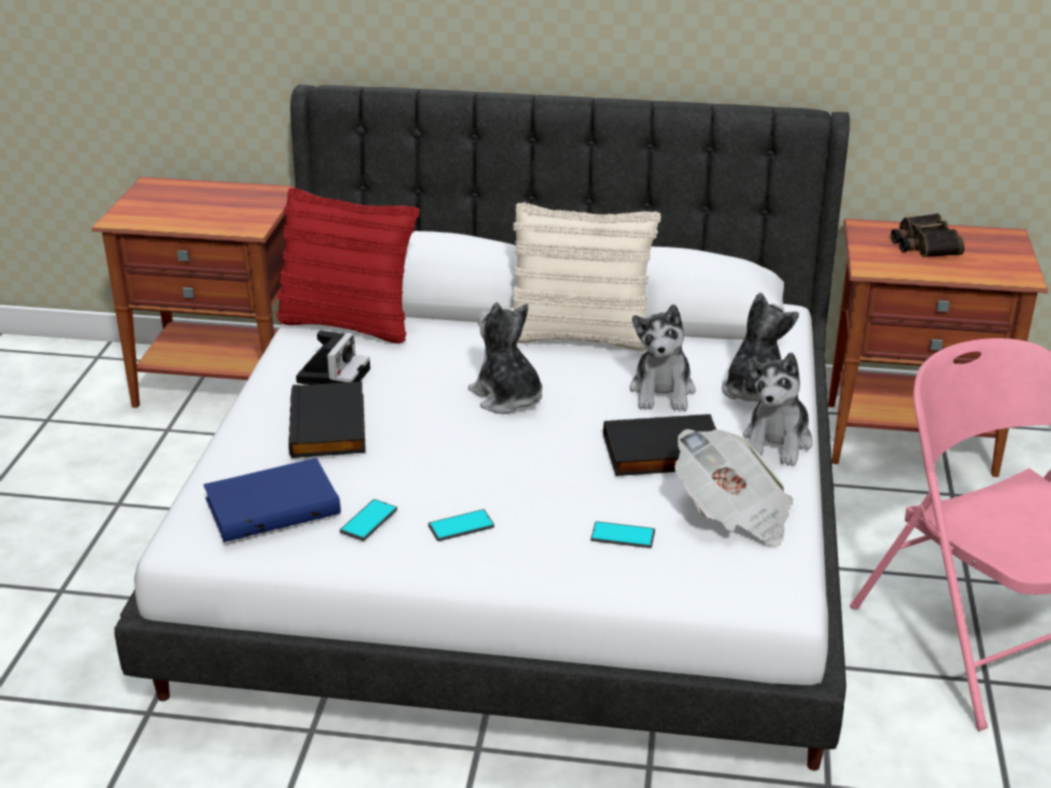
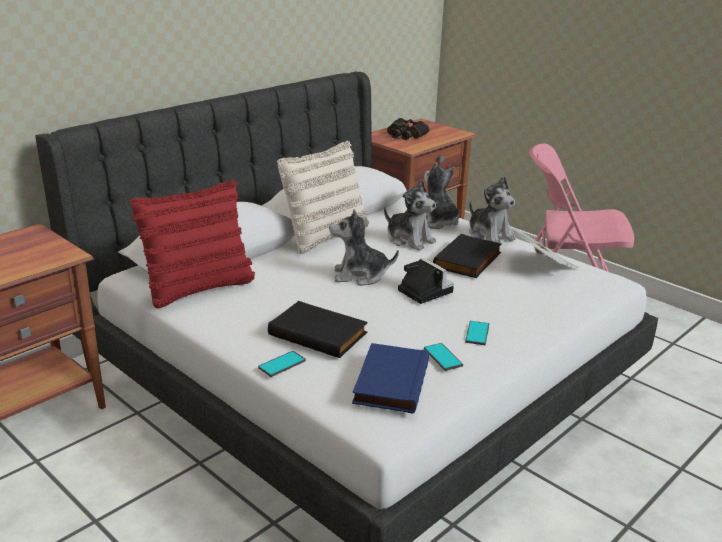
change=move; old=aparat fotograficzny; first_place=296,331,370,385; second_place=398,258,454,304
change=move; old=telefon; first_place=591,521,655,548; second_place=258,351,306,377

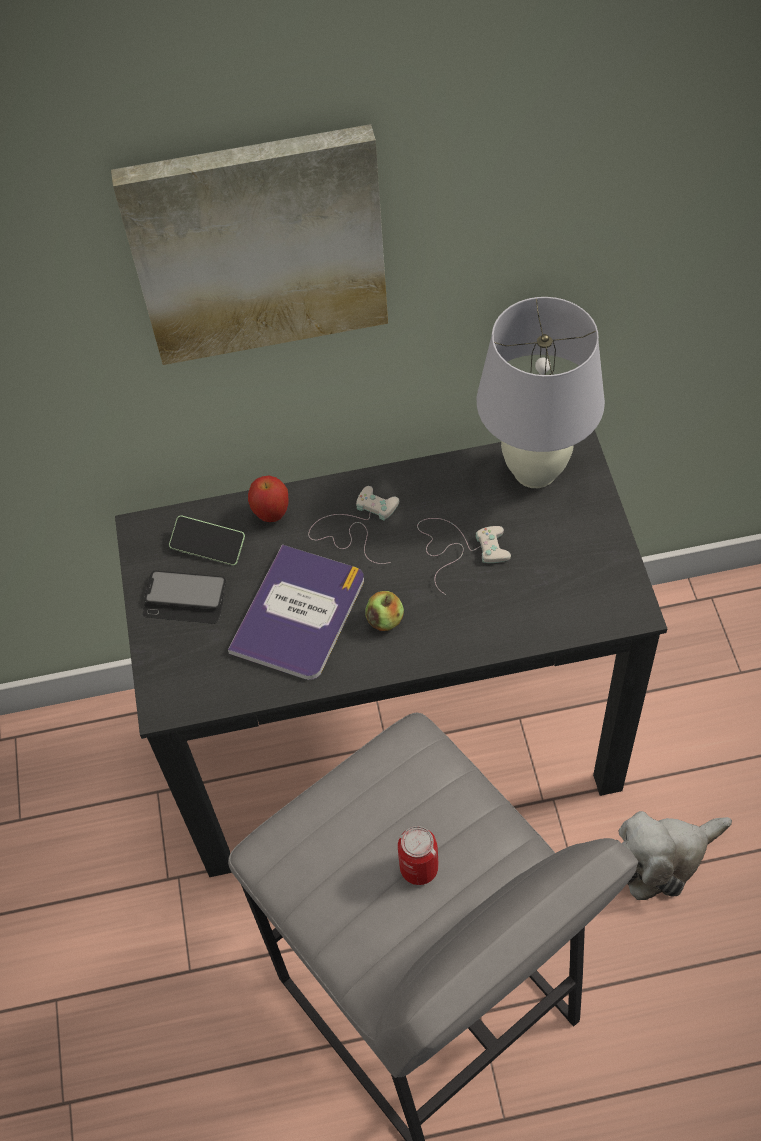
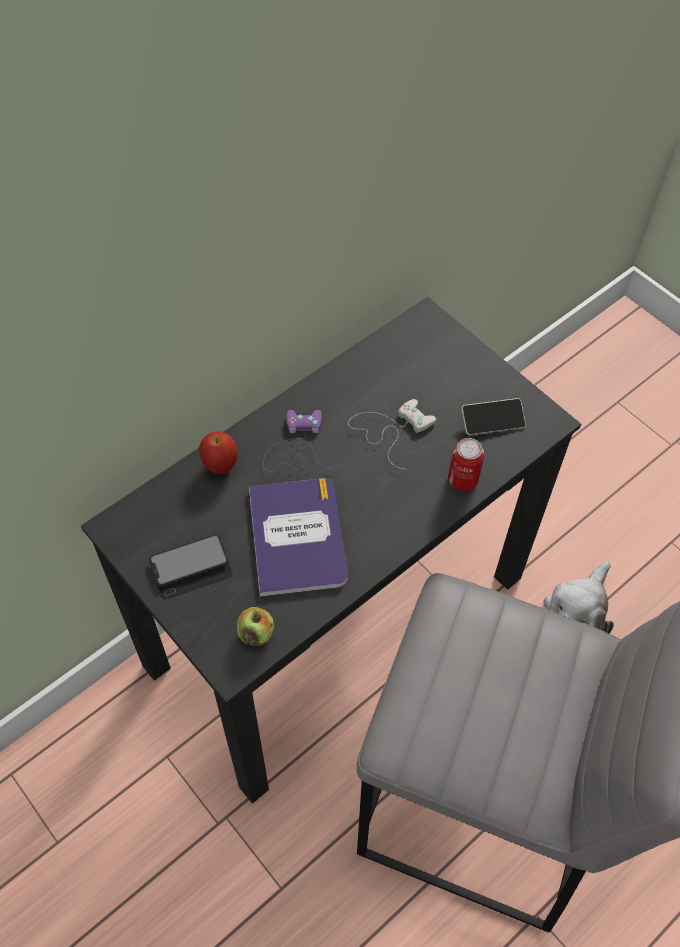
change=delete; old=obraz; first_place=111,124,388,365
change=delete; old=lampa stołowa/biały; first_place=477,297,605,488
change=move; old=telefon; first_place=169,515,245,566; second_place=461,398,526,435
change=move; old=jabłko; first_place=365,591,404,631; second_place=237,607,274,646
change=move; old=puszka; first_place=398,826,439,885; second_place=448,438,484,491
change=recolor; old=pad do gier/biały; new=pad do gier/fioletowy; first_place=308,486,399,564; second_place=263,410,346,472

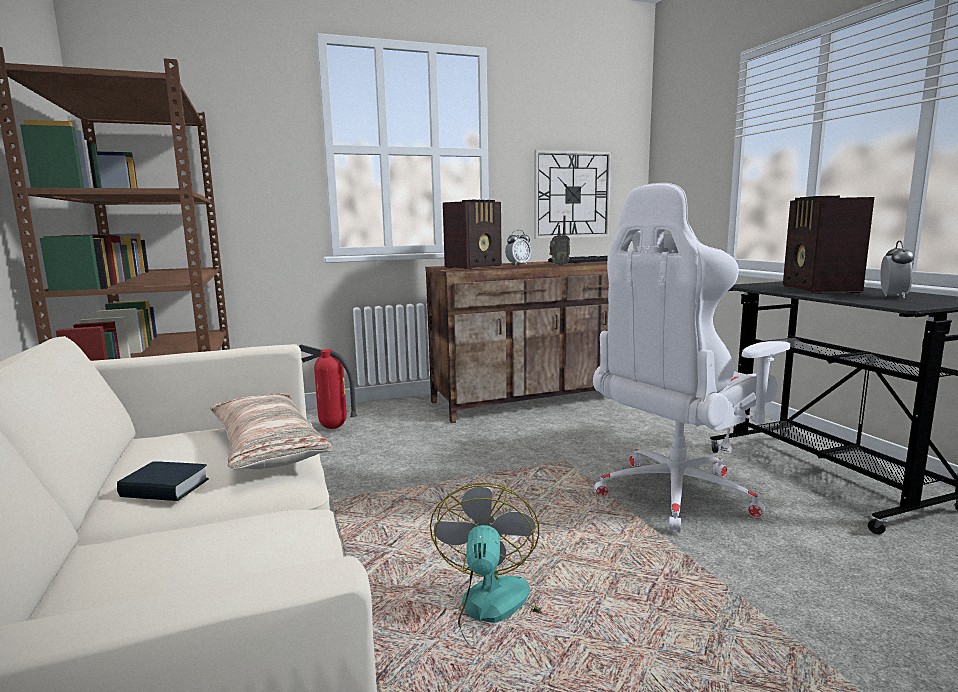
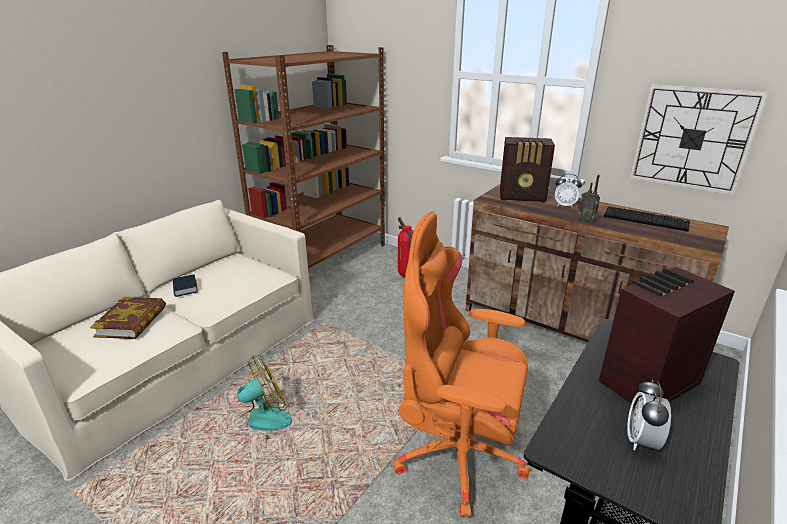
change=delete; old=poduszka; first_place=210,393,333,470
change=insert; new=książka; second_place=90,296,166,339
change=recolor; old=krzesło biurowe/biały; new=krzesło biurowe/pomarańczowy; first_place=593,183,790,533; second_place=393,211,530,517
change=rotate; old=budzik; first_place=880,241,914,298; second_place=627,380,671,450; degrees=120

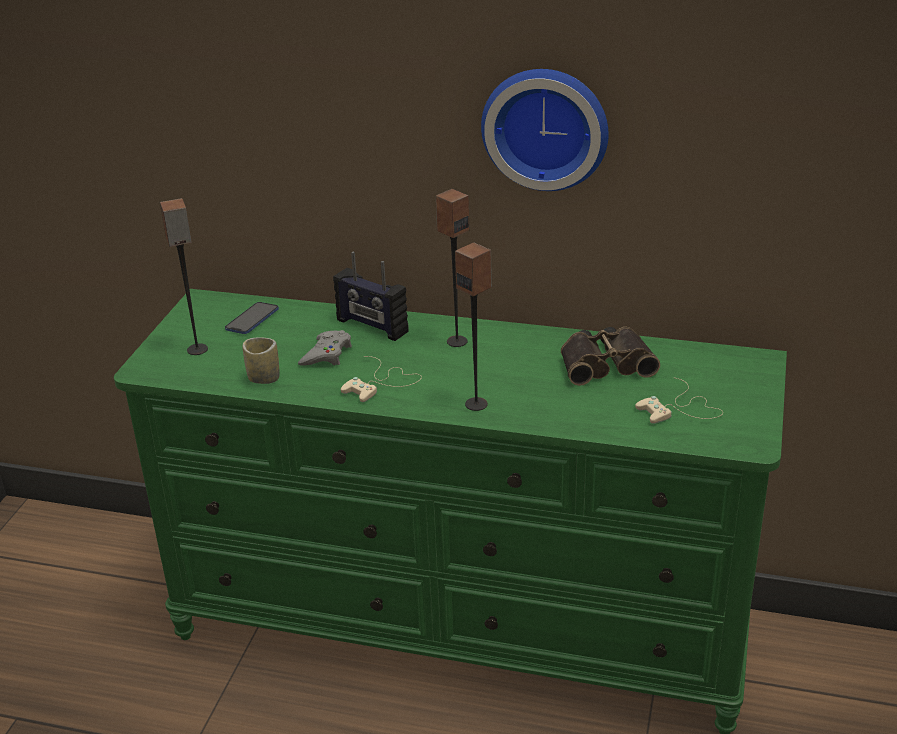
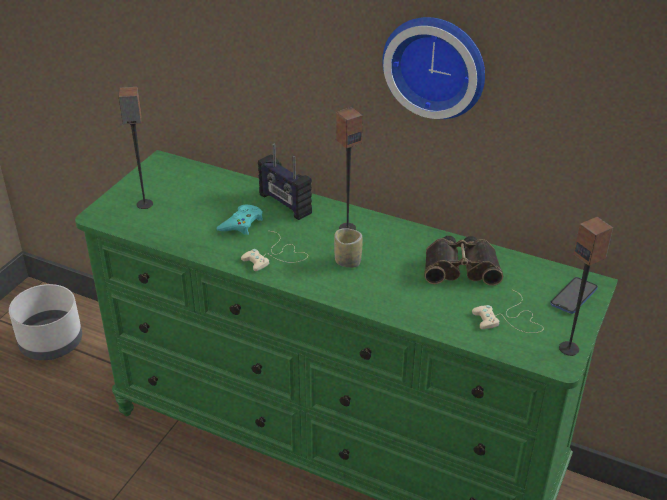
change=insert; new=donica/szary; second_place=9,284,82,360
change=move; old=telefon; first_place=225,302,279,334; second_place=550,277,598,314
change=move; old=filiżanka; first_place=243,337,279,384; second_place=334,228,363,268
change=move; old=głośnik; first_place=455,242,492,411; second_place=559,217,613,356
change=recolor; old=pad do gier/szary; new=pad do gier/turkusowy; first_place=298,330,352,366; second_place=216,205,263,235

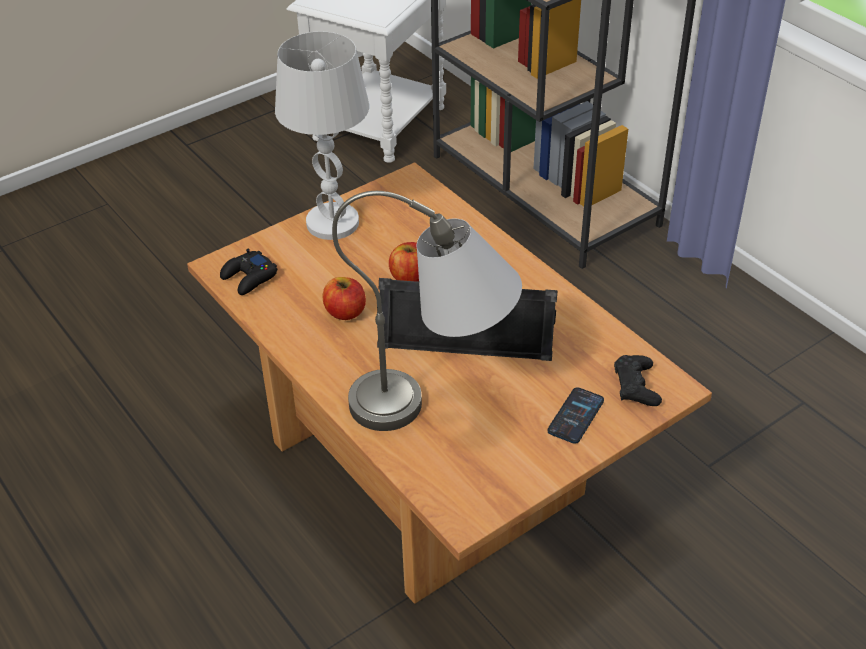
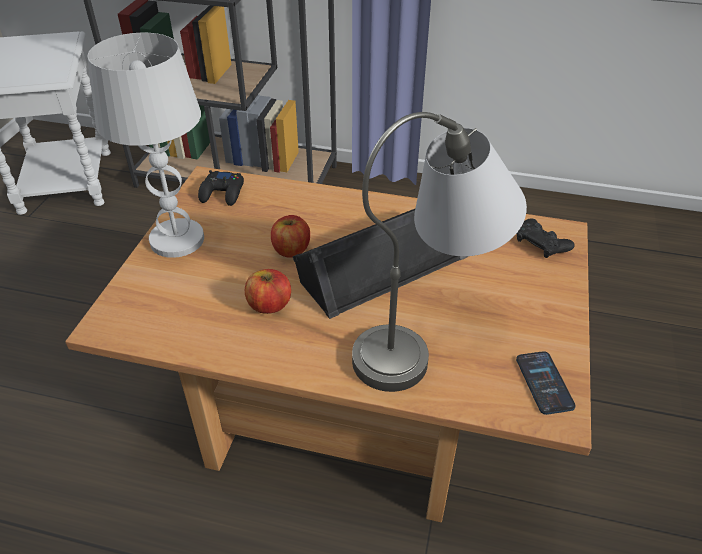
change=move; old=pad do gier/czarny; first_place=220,249,278,295; second_place=198,170,244,206
change=move; old=telefon; first_place=548,387,604,444; second_place=516,351,576,415

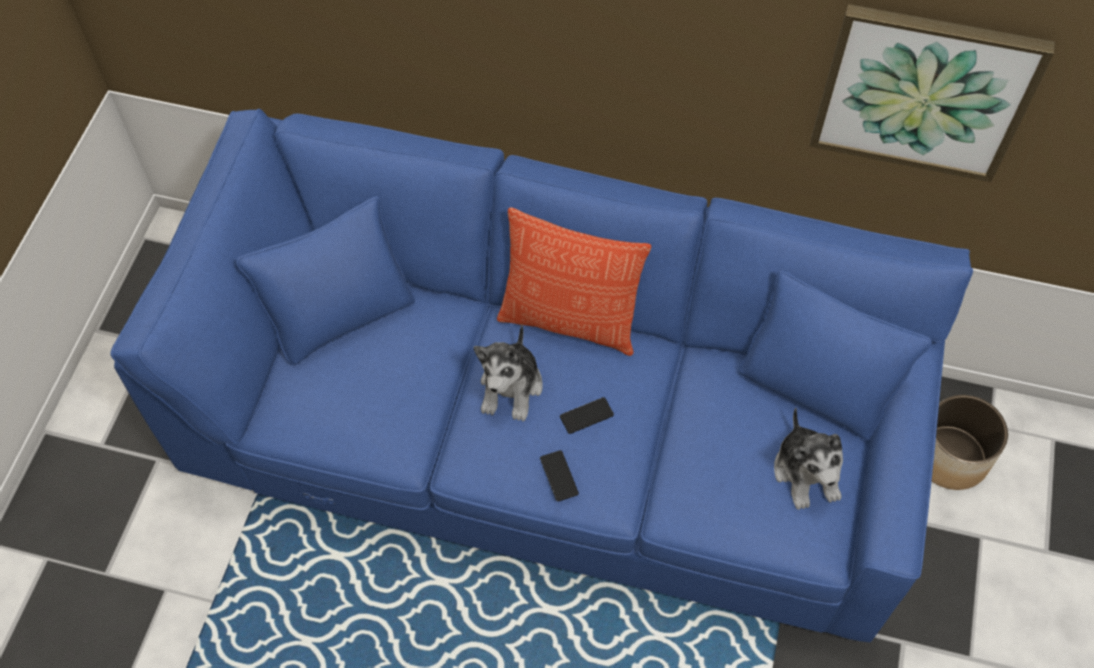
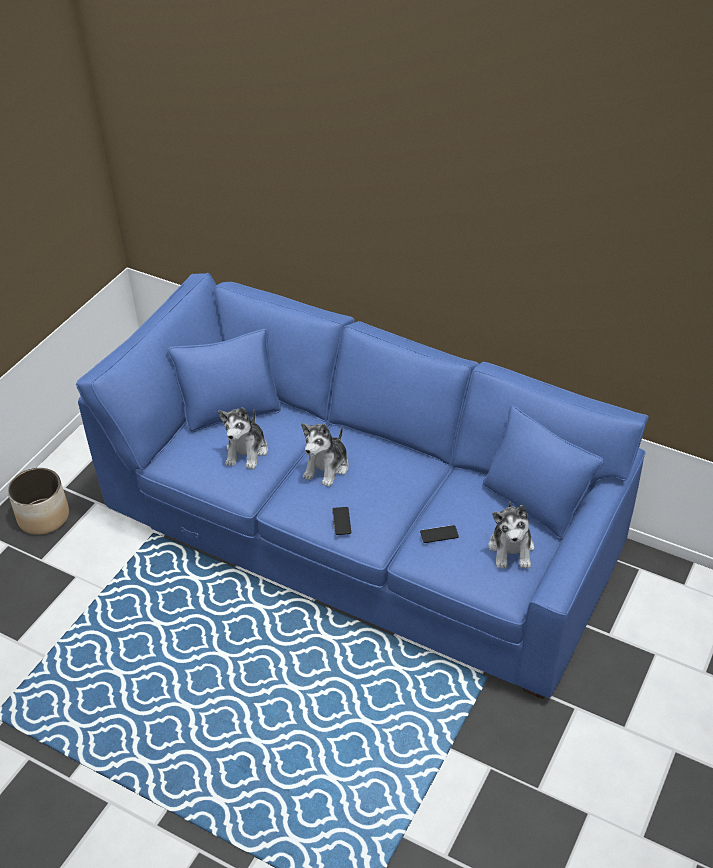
change=delete; old=poduszka/pomarańczowy; first_place=497,207,651,356
change=delete; old=obraz; first_place=810,4,1055,182
change=insert; new=pluszak; second_place=218,407,268,469
change=move; old=telefon; first_place=560,397,614,434; second_place=420,525,459,543
change=move; old=donica; first_place=932,395,1008,490; second_place=8,468,69,535

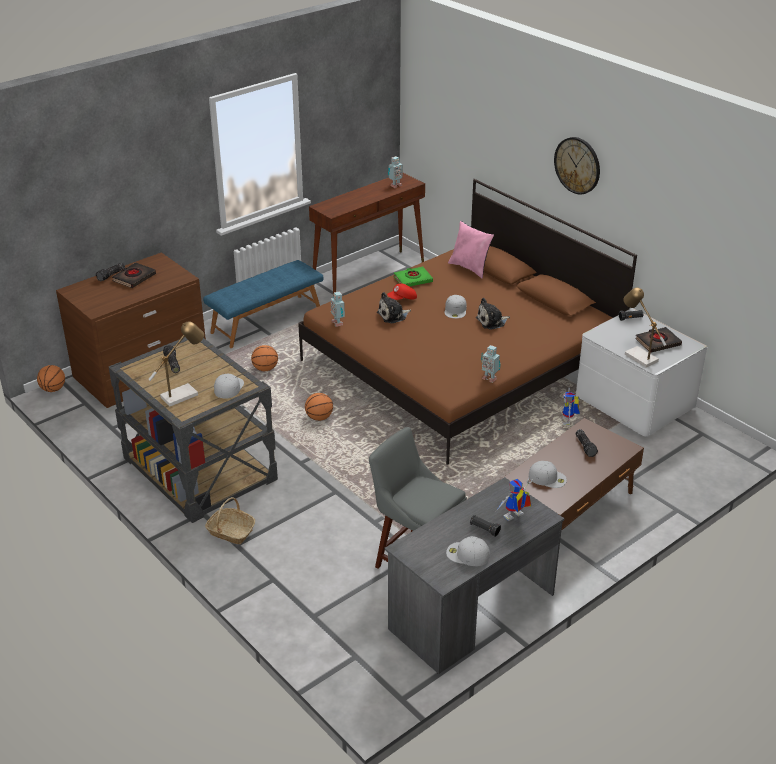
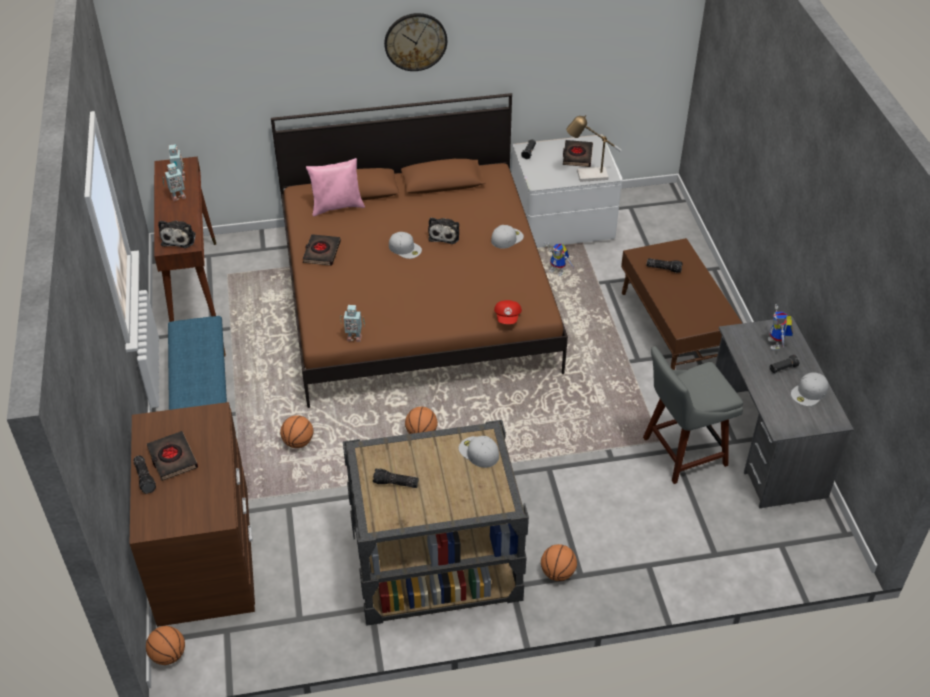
change=delete; old=lampa stołowa; first_place=148,322,204,406
change=move; old=pluszak; first_place=377,292,411,323; second_place=158,220,196,248
change=move; old=czapka z daszkiem/czerwony; first_place=387,283,417,300; second_place=494,300,522,324
change=move; old=robot zabawkowy; first_place=481,345,501,383; second_place=163,163,186,201
change=move; old=czapka z daszkiem/biały; first_place=529,461,567,488; second_place=491,225,524,249
change=replace; old=koszyk; new=piłka do koszykówki; first_place=205,497,255,544; second_place=541,544,577,581
change=recolor; old=książka/zielony; new=książka/czarny; first_place=394,267,433,287; second_place=303,234,341,266

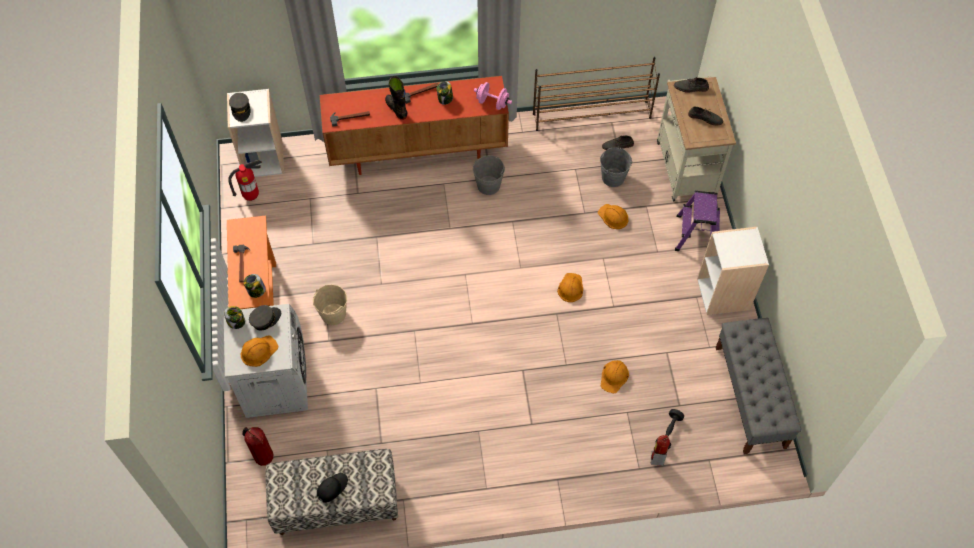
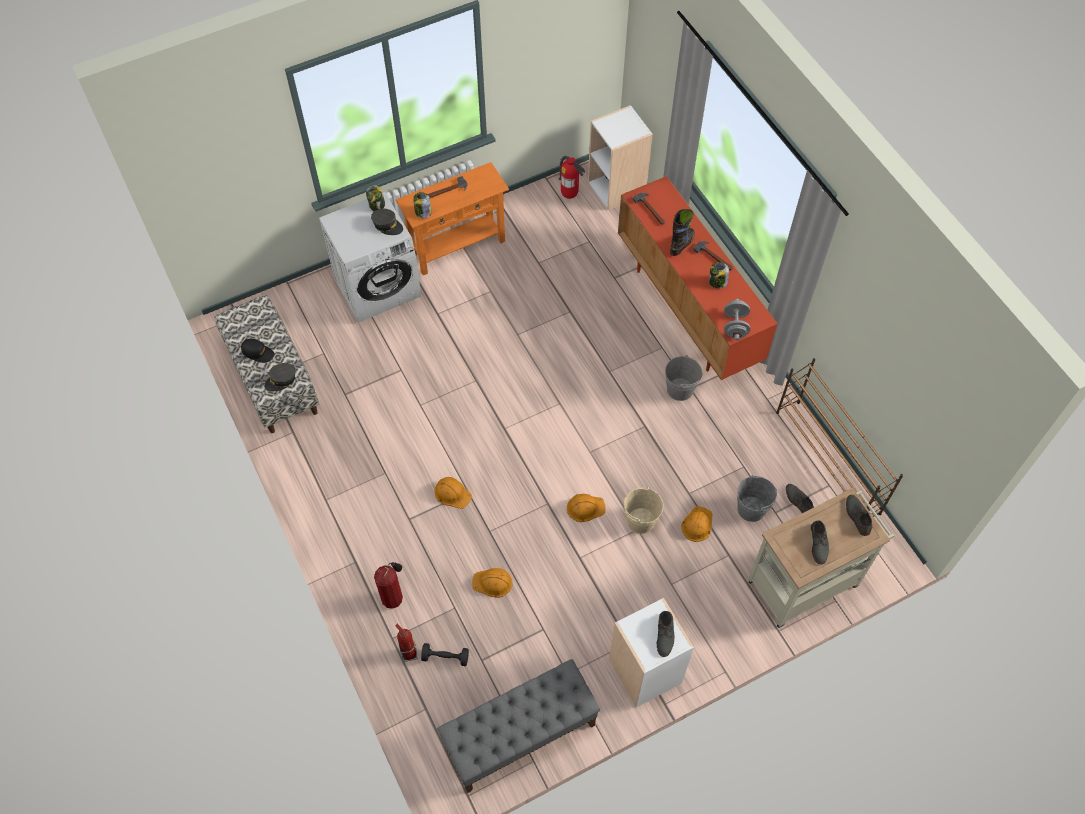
change=delete; old=drabinka/fioletowy; first_place=675,191,720,251
change=insert; new=but/szary; second_place=657,611,674,657
change=move; old=czapka z daszkiem/szary; first_place=229,93,251,122; second_place=264,363,295,391
change=move; old=kask/pomarańczowy; first_place=241,336,278,367; second_place=434,477,472,509
change=move; old=gaśnica; first_place=242,427,273,466; second_place=374,562,403,609
change=move; old=wiadro/beżowy; first_place=313,285,347,325; second_place=624,487,663,534
change=recolor; old=hantel/różowy; new=hantel/szary; first_place=474,82,512,110; second_place=724,299,750,340

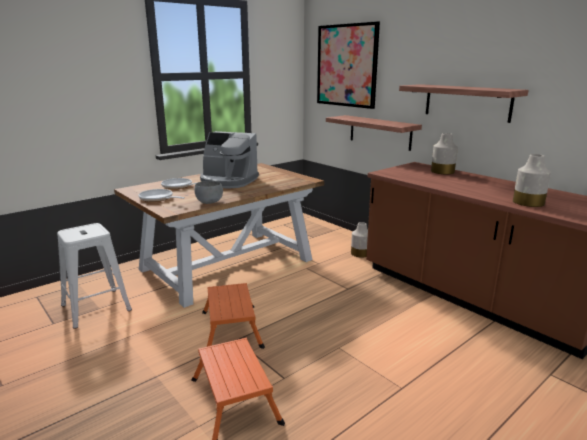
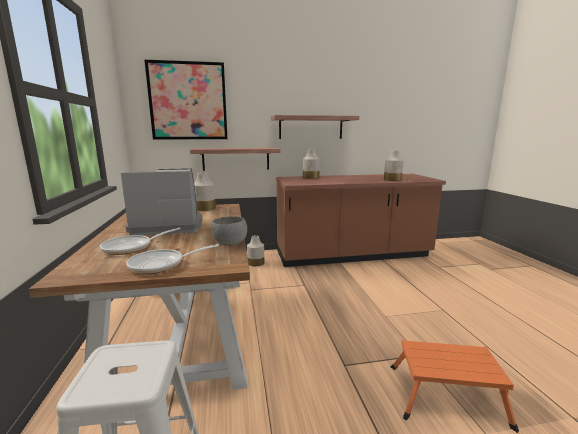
change=delete; old=drabinka/pomarańczowy; first_place=202,283,265,349
change=insert; new=wazon/beżowy; second_place=194,172,216,211
change=rotate; old=ekspres do kawy; first_place=200,131,259,188; second_place=121,168,202,236; degrees=-150

